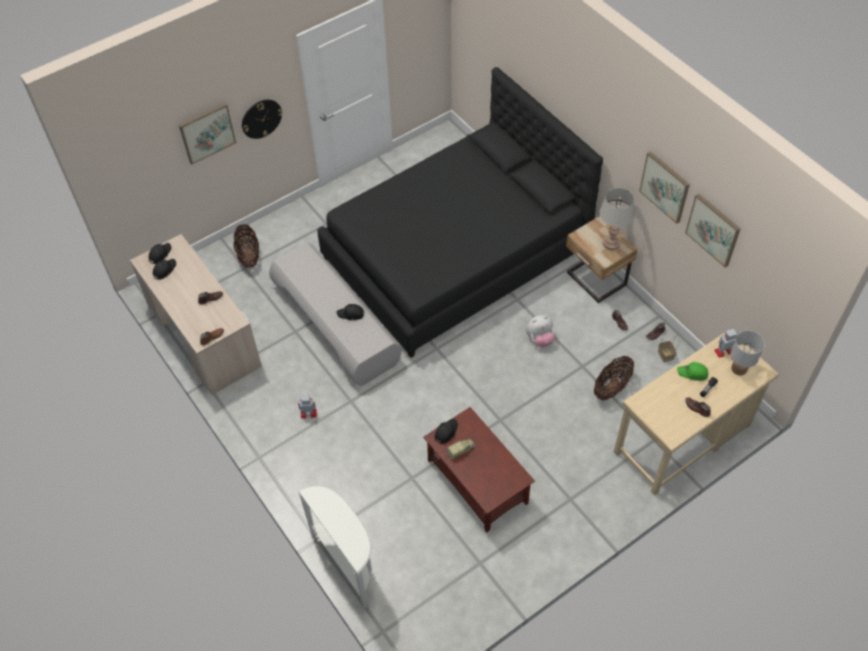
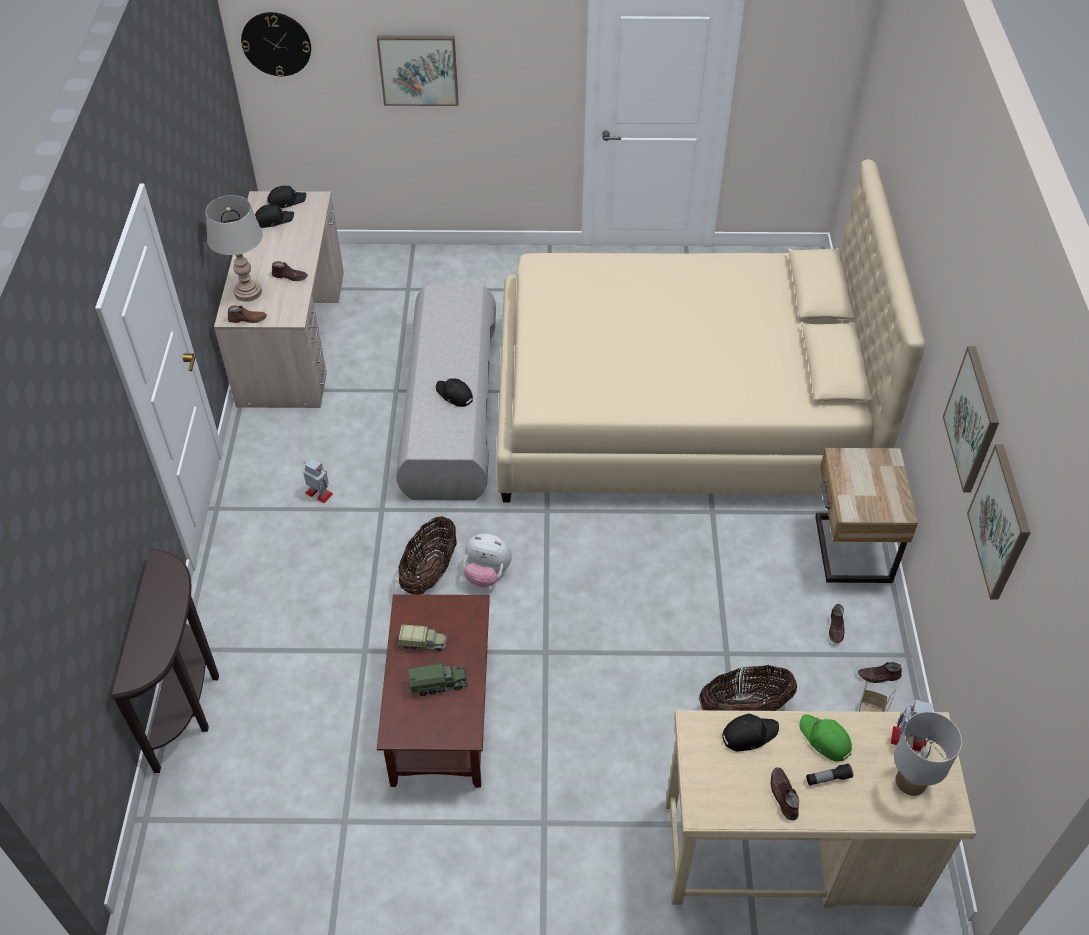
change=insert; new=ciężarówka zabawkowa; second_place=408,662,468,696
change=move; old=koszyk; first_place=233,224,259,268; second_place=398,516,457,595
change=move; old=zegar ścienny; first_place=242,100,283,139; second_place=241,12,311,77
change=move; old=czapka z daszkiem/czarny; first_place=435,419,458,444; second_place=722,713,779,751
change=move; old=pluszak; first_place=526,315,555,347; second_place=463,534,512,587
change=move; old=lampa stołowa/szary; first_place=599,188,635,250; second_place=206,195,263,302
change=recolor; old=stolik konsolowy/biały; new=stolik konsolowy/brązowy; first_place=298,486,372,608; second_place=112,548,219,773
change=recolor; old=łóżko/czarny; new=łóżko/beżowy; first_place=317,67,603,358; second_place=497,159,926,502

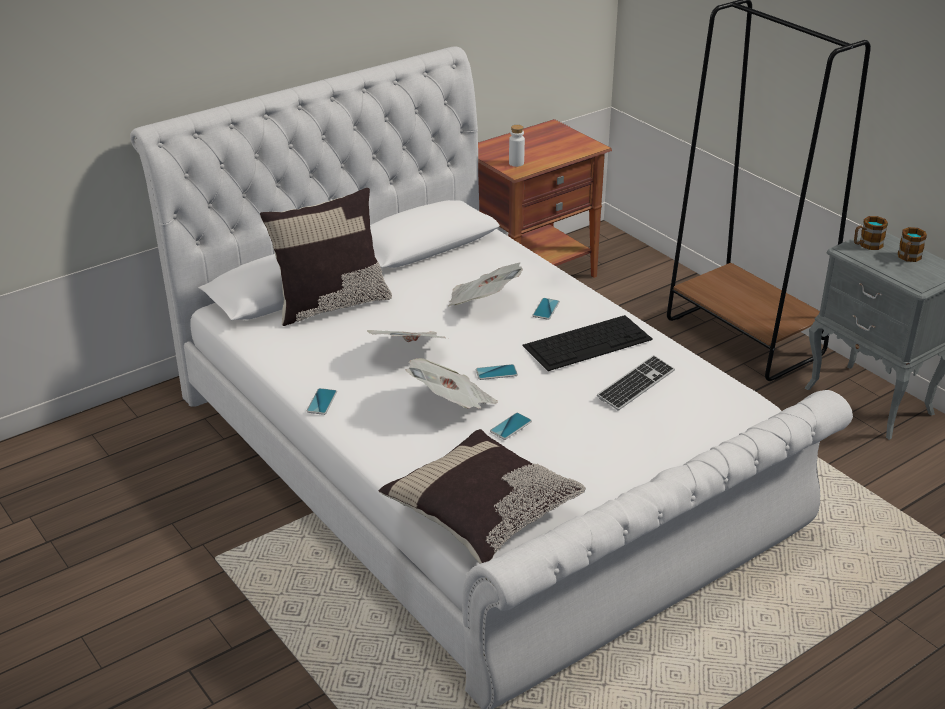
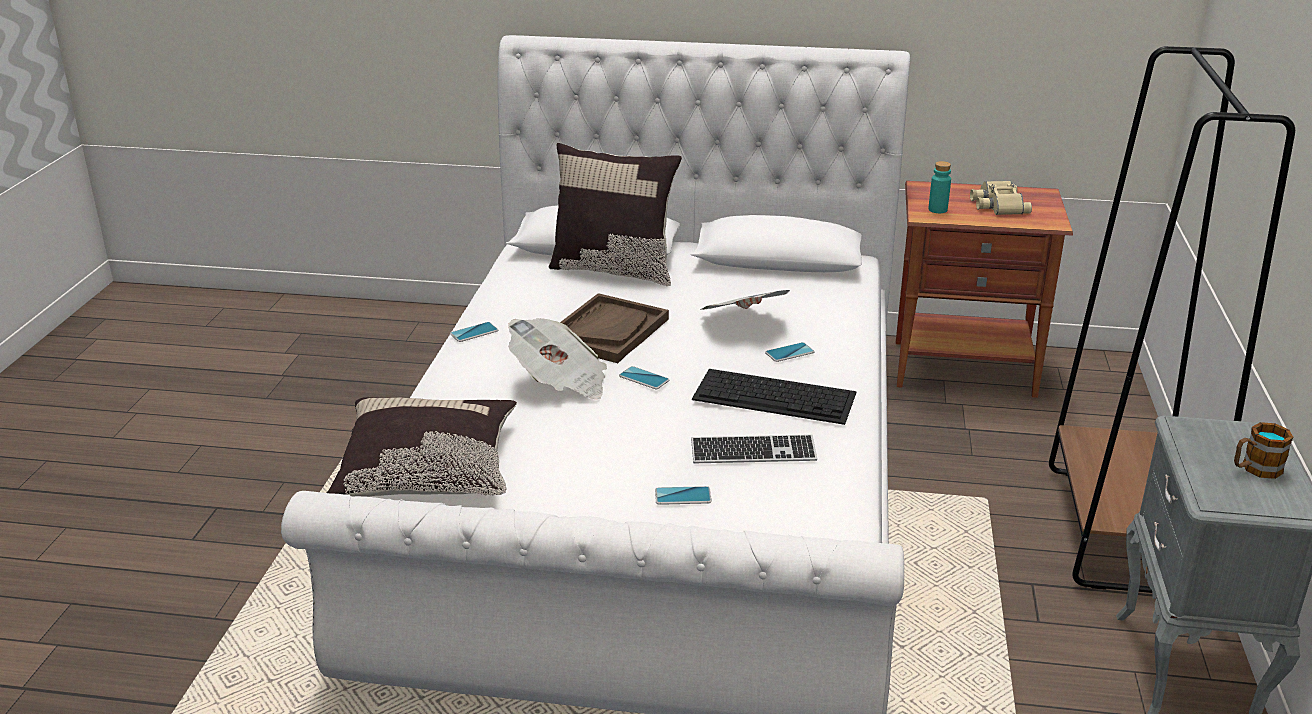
change=delete; old=kubek; first_place=854,216,888,250
change=insert; new=lornetka/beżowy; second_place=970,181,1032,215
change=move; old=telefon; first_place=490,413,532,440; second_place=655,486,712,505
change=replace; old=gazeta; new=taca/brązowy; first_place=367,330,444,342; second_place=560,293,669,363
change=recolor; old=butelka/biały; new=butelka/turkusowy; first_place=509,125,525,167; second_place=928,161,951,213

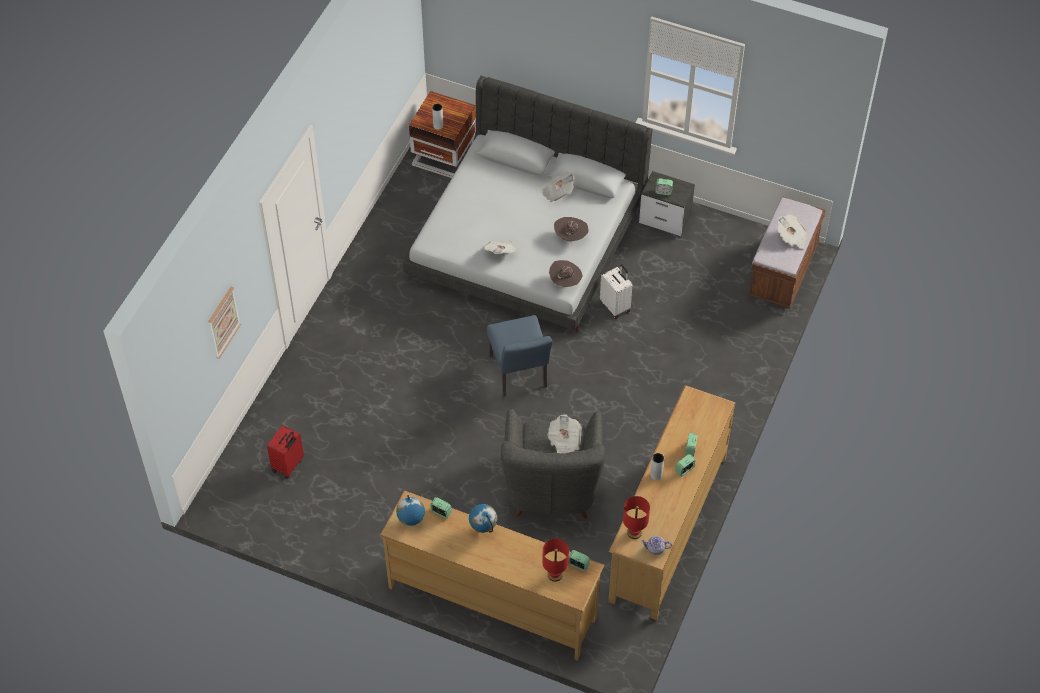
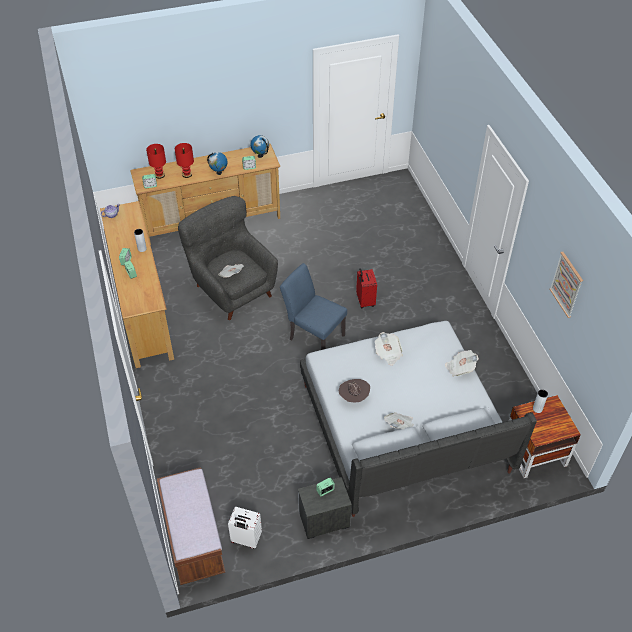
change=delete; old=kapelusz/brązowy; first_place=549,260,583,287
change=move; old=obraz; first_place=208,287,241,359; second_place=549,252,583,318
change=move; old=walizka/czerwony; first_place=267,425,304,479; second_place=356,268,377,308
change=move; old=walizka/biały; first_place=600,264,632,319; second_place=228,507,262,549
change=move; old=lampa stołowa/czerwony; first_place=623,496,650,539; second_place=175,143,194,178
change=move; old=gazeta; first_place=777,215,808,249; second_place=445,350,479,377

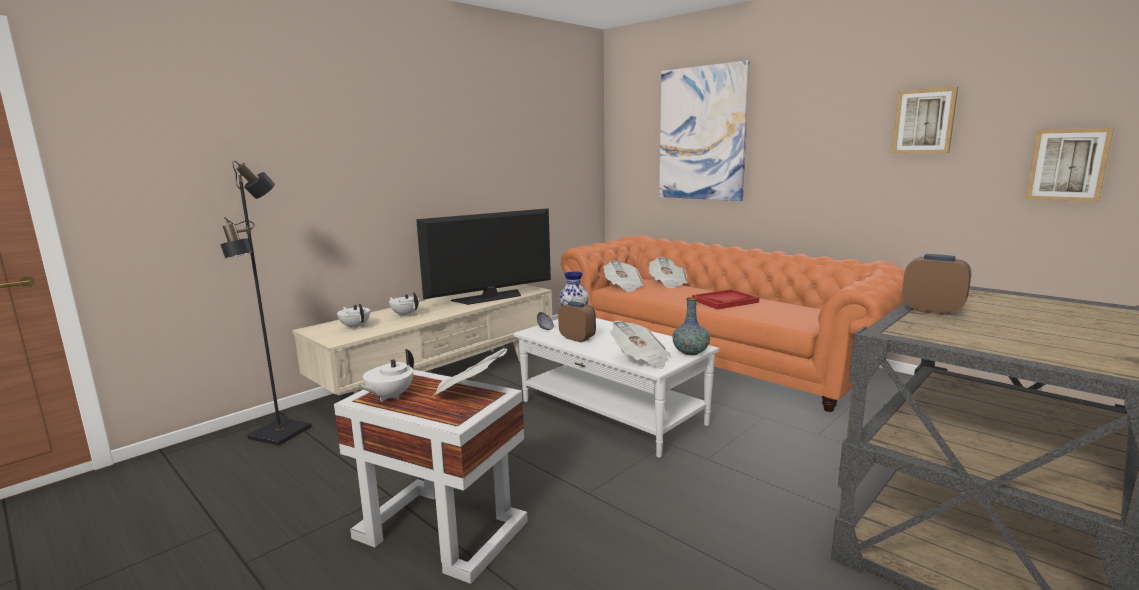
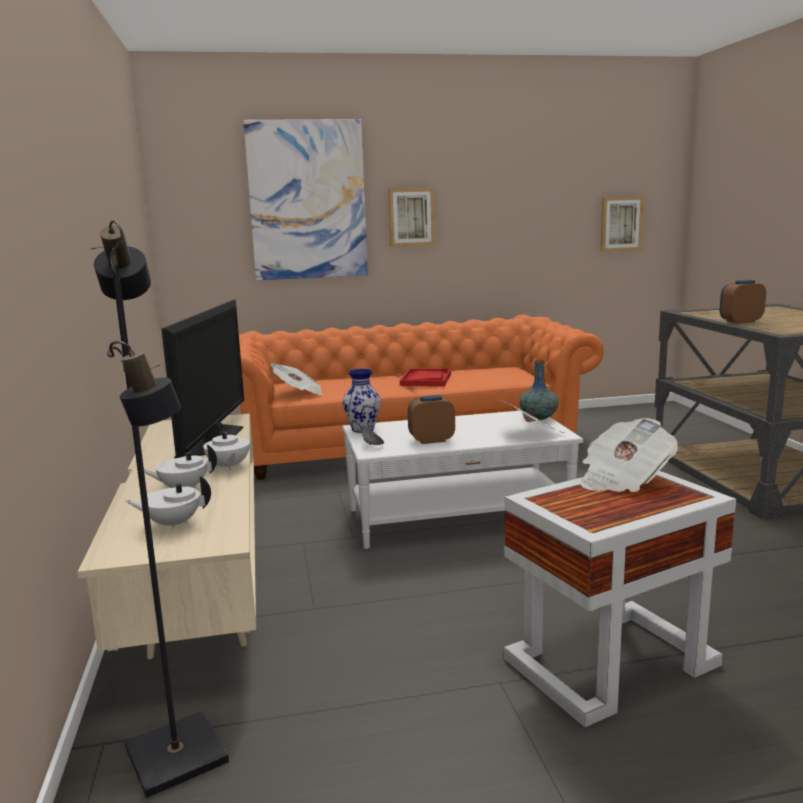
change=delete; old=gazeta; first_place=649,257,688,288
change=move; old=imbryk/biały; first_place=357,349,414,402; second_place=203,422,250,470
change=move; old=obraz; first_place=892,87,958,154; second_place=388,188,435,246

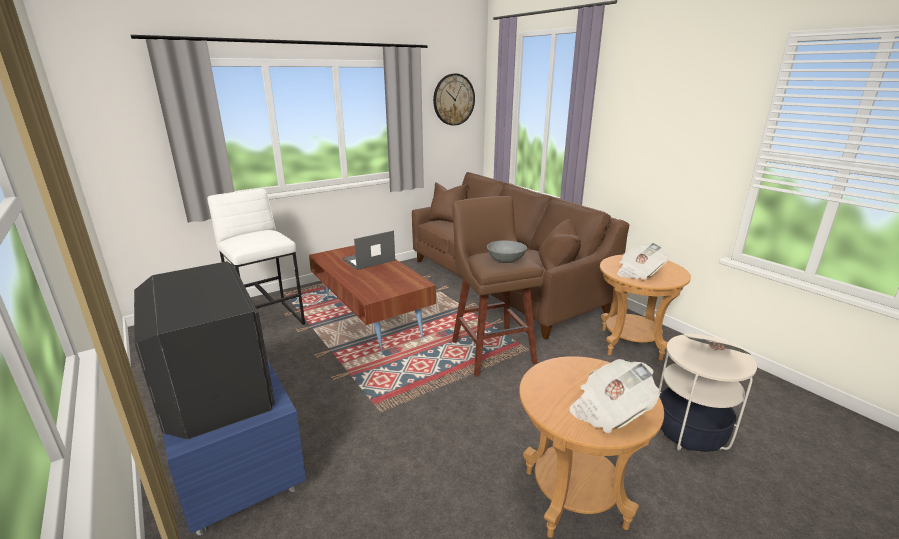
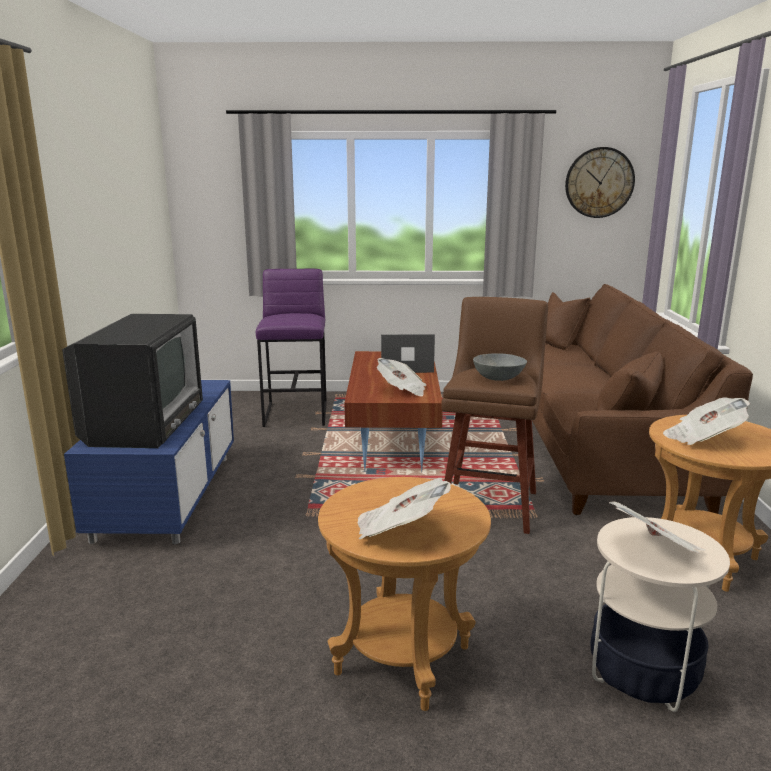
change=insert; new=gazeta; second_place=377,358,426,396
change=recolor; old=stołek/biały; new=stołek/fioletowy; first_place=207,188,305,325; second_place=256,269,327,427

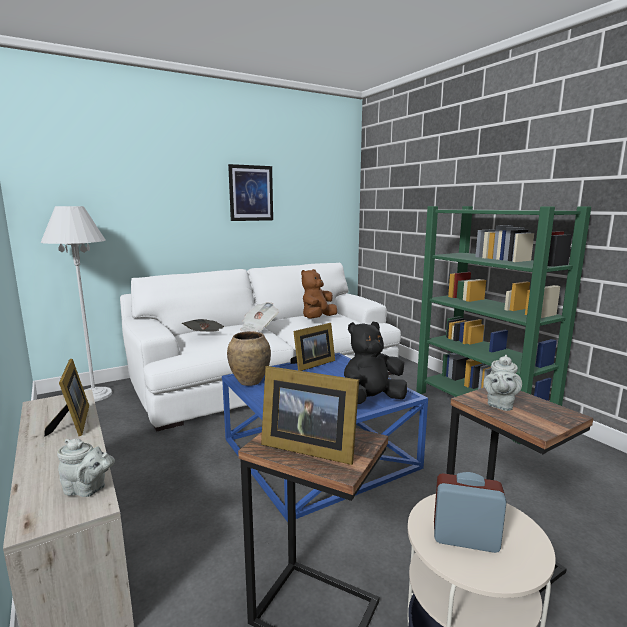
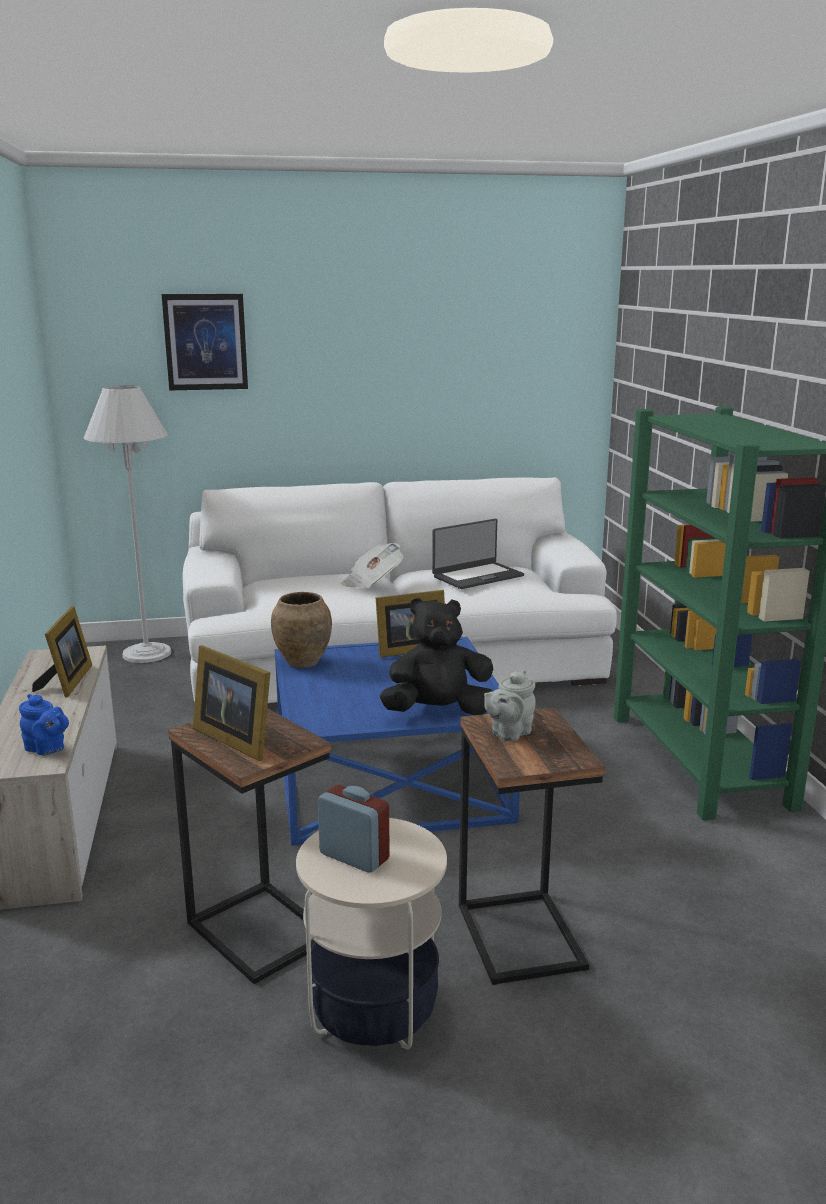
change=delete; old=gazeta; first_place=182,319,224,332
change=move; old=obraz; first_place=228,164,273,221; second_place=162,294,248,390
change=replace; old=pluszak/brązowy; new=laptop; first_place=301,269,337,318; second_place=432,519,524,589
change=recolor; old=imbryk/szary; new=imbryk/niebieski; first_place=57,438,115,497; second_place=19,694,69,756

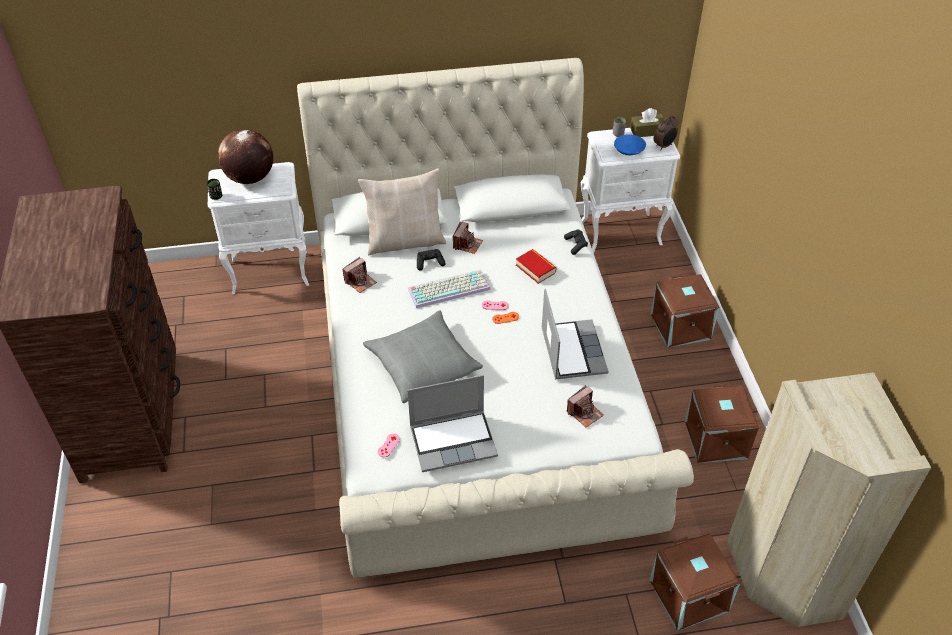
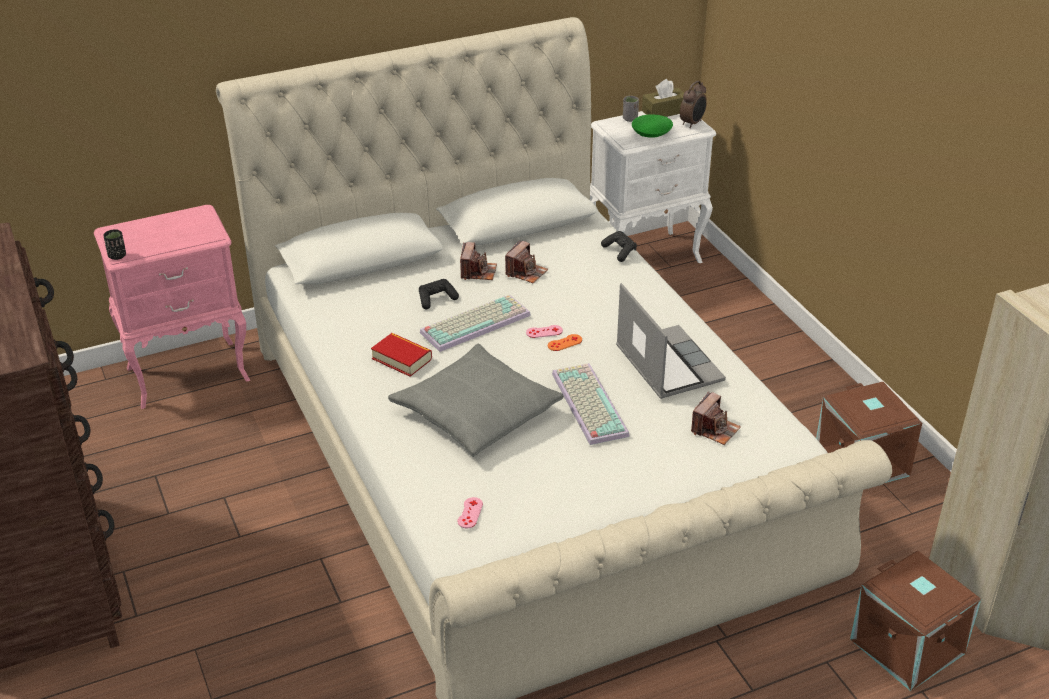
change=delete; old=globus; first_place=218,129,273,184
change=delete; old=poduszka/beżowy; first_place=358,168,446,255
change=delete; old=laptop; first_place=407,375,498,472
change=delete; old=pojemnik do przechowywania/brązowy; first_place=651,274,720,348
change=insert; new=klawiatura; second_place=552,363,630,445
change=move; old=aparat fotograficzny; first_place=342,257,377,293; second_place=505,241,548,283
change=move; old=książka; first_place=516,249,556,284; second_place=371,333,432,377
change=recolor; old=szafka nocna/biały; new=szafka nocna/różowy; first_place=208,162,309,294; second_place=94,205,251,409
change=recolor; old=miska/niebieski; new=miska/zielony; first_place=614,134,646,155; second_place=632,114,673,138

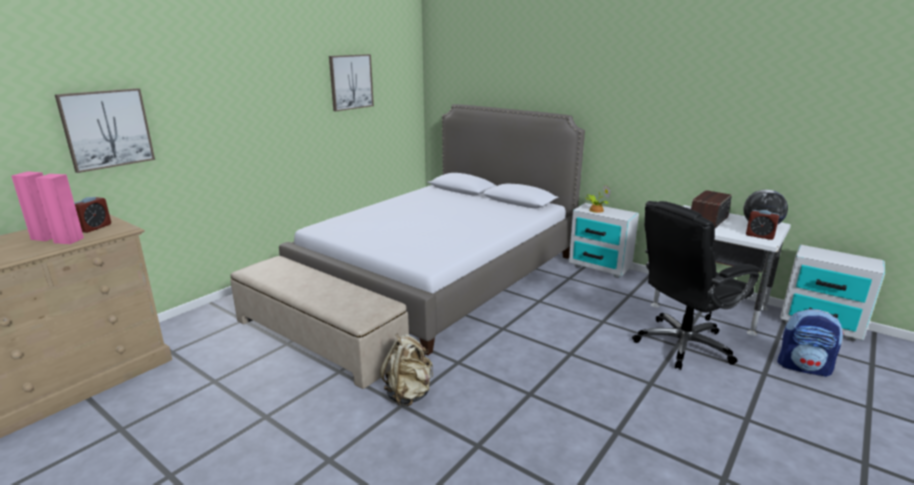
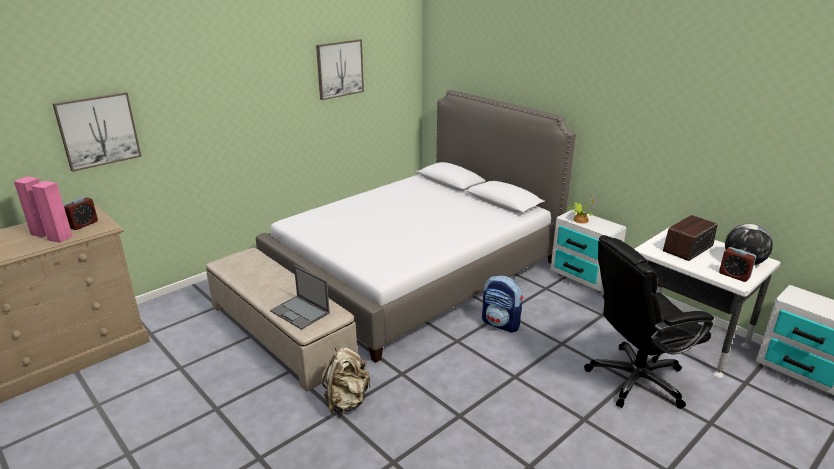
change=insert; new=laptop; second_place=270,265,330,330
change=move; old=plecak; first_place=777,309,844,377; second_place=482,275,523,333

